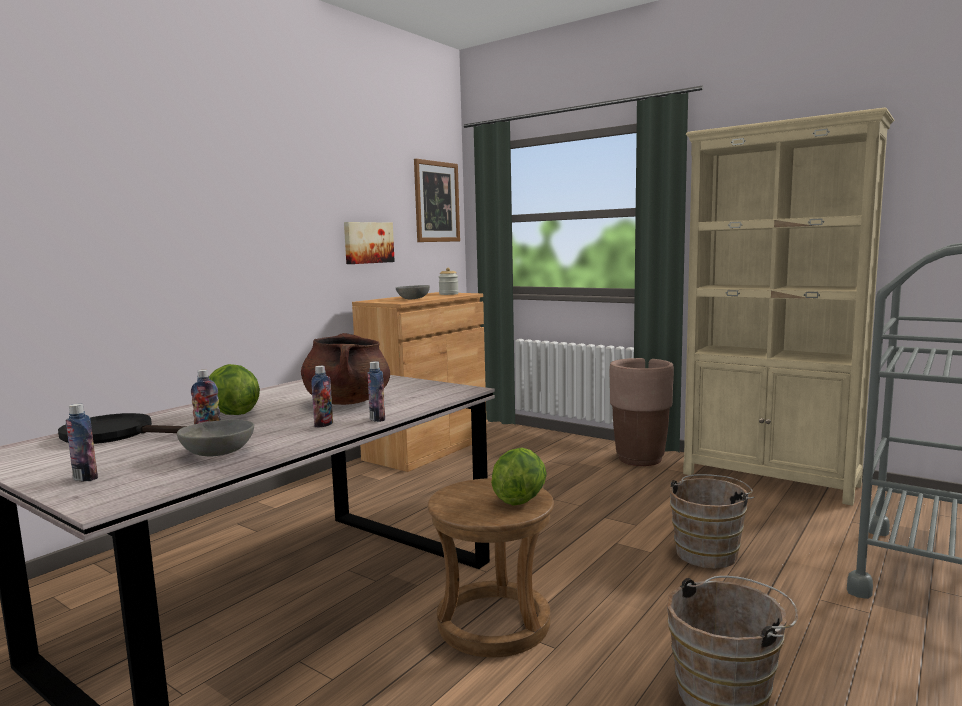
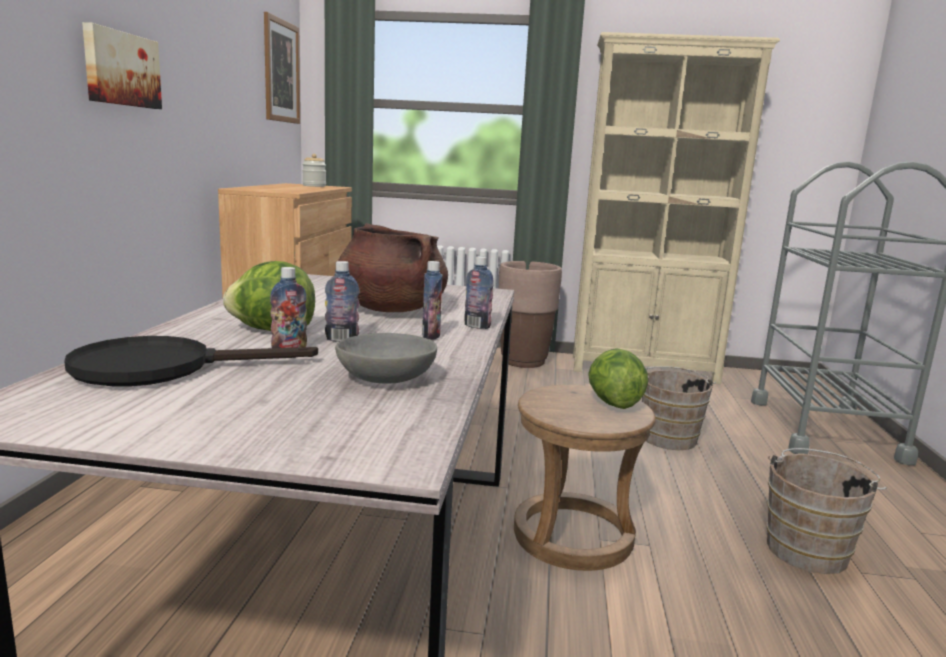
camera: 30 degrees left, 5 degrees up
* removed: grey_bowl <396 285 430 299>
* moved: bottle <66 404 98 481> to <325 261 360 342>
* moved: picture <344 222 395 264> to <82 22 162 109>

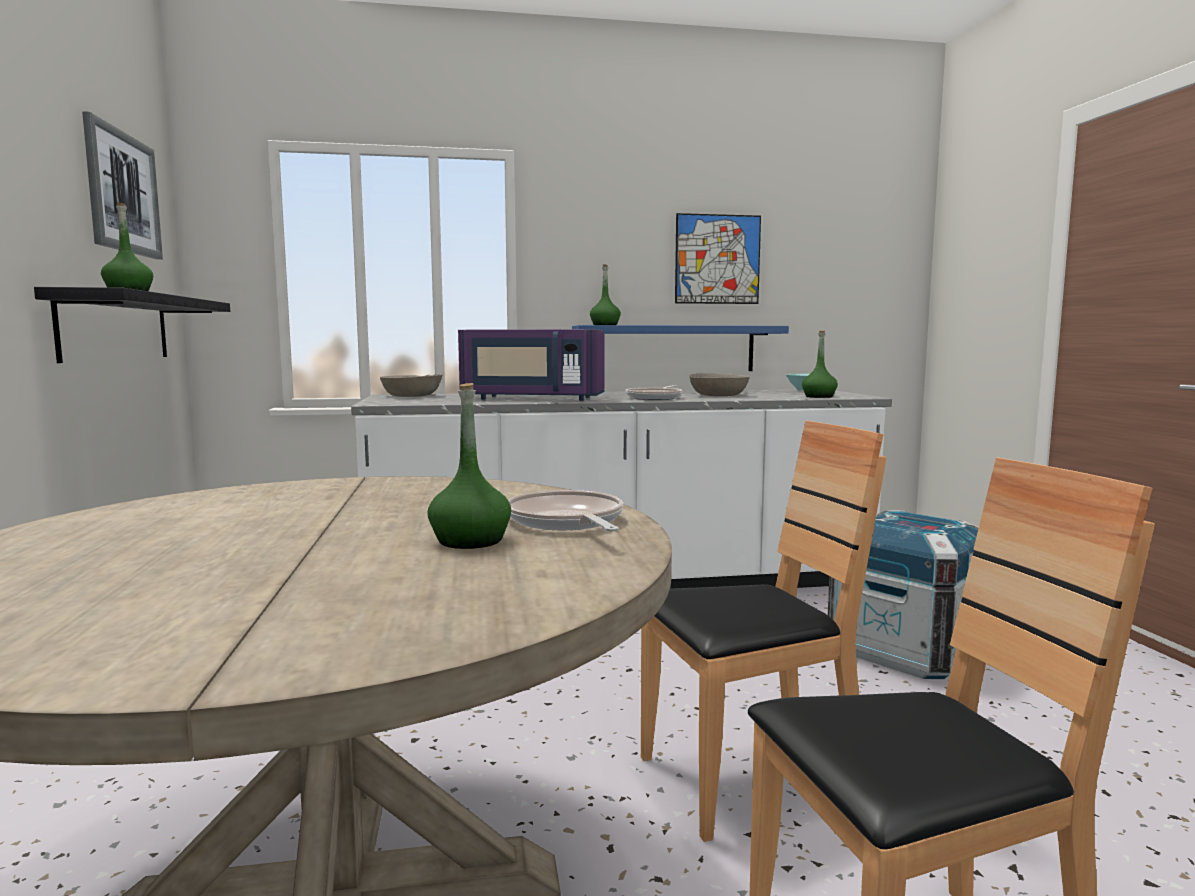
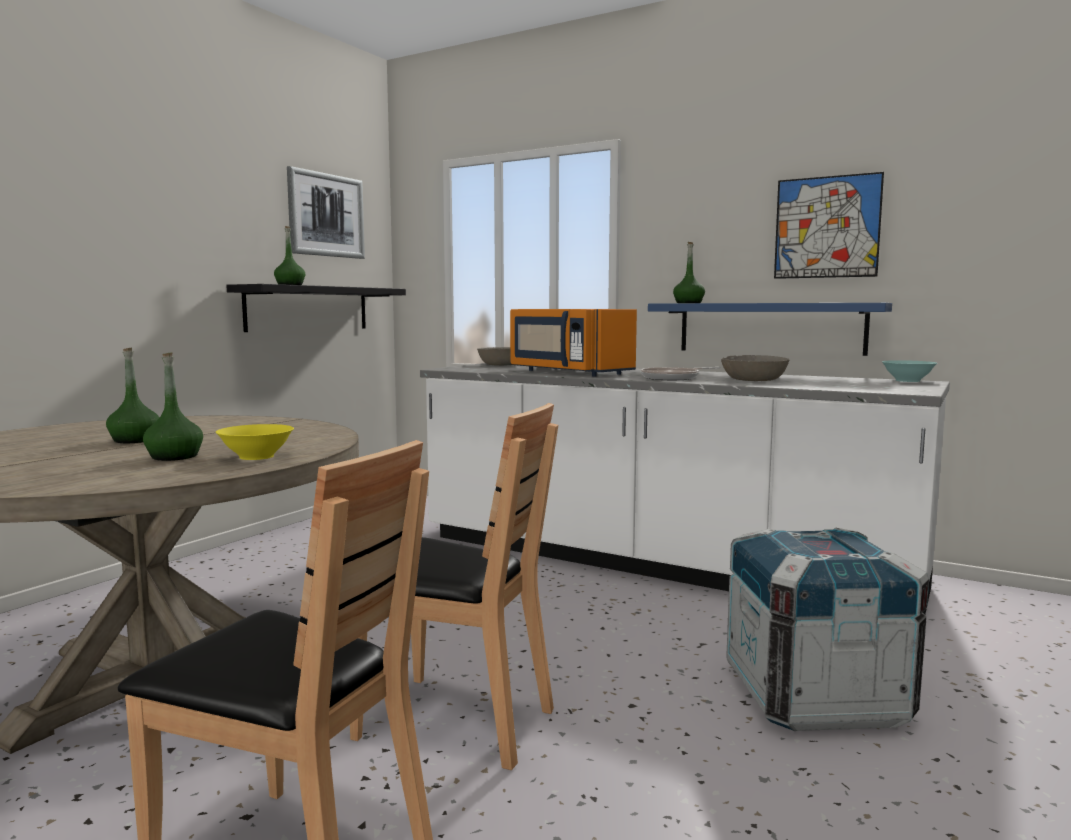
camera: 40 degrees right, 0 degrees up
* moved: green_bottle <802 330 838 398> to <106 348 159 443>
* replaced: frying_pan <508 490 623 532> to yellow_bowl <216 424 294 460>
* recoloured: purple_microwave <458 329 604 401> to orange_microwave <510 309 637 377>

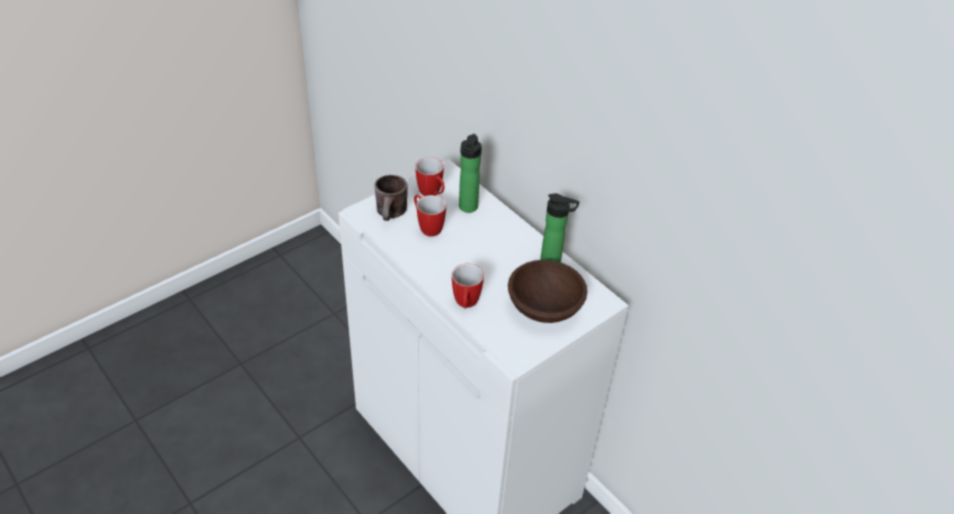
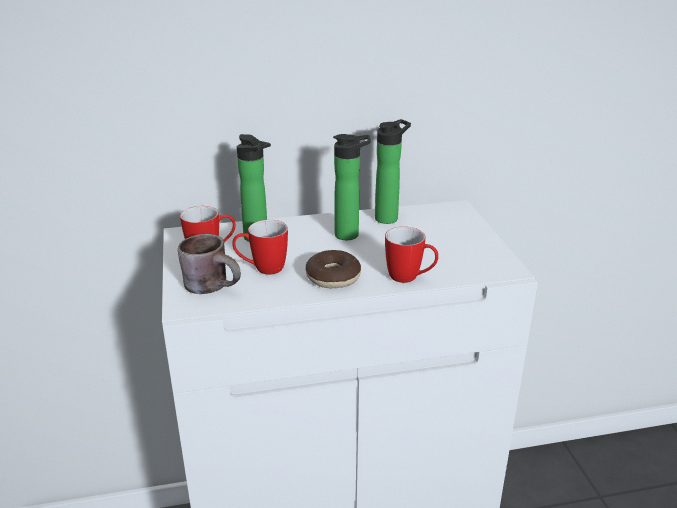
camera: 60 degrees left, 15 degrees down
* removed: brown_bowl <508 260 588 323>
* added: donut <306 250 361 288>
* added: bottle <333 134 371 240>

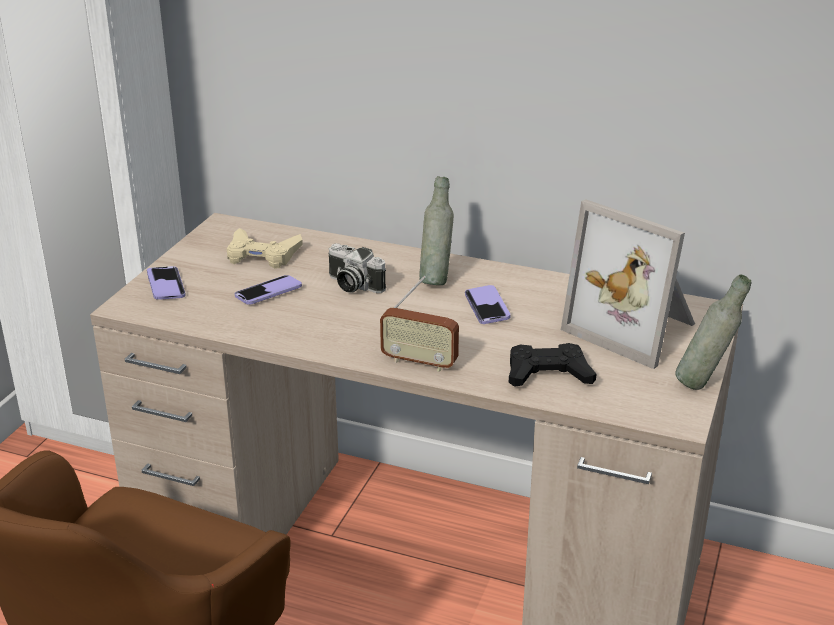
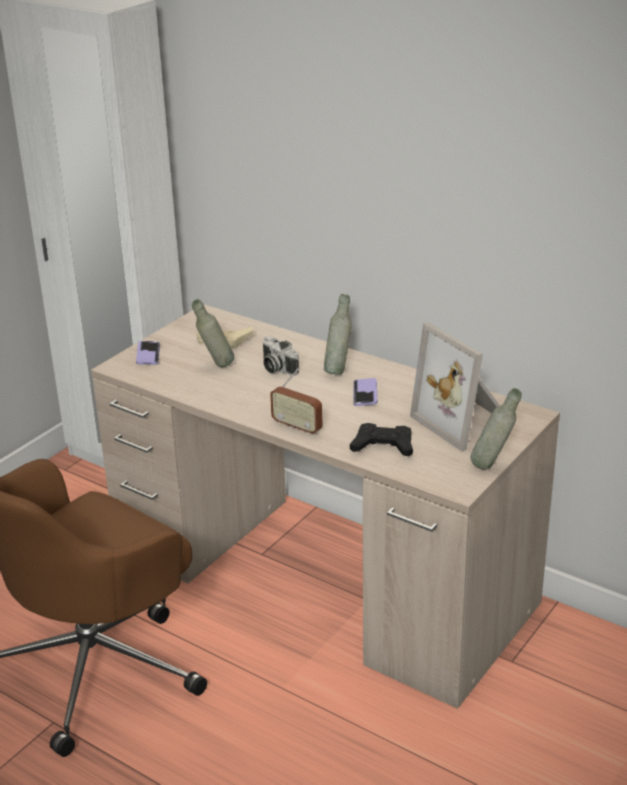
camera: 15 degrees right, 0 degrees up
* replaced: phone <235 275 302 305> to grey_bottle <192 299 234 367>

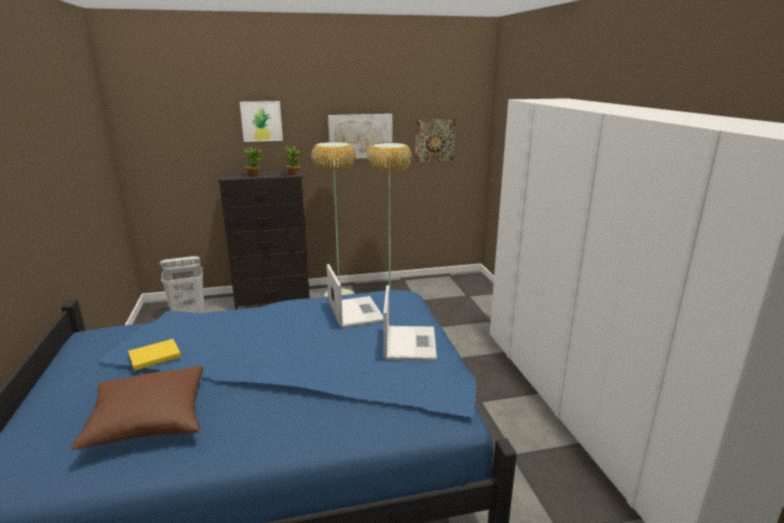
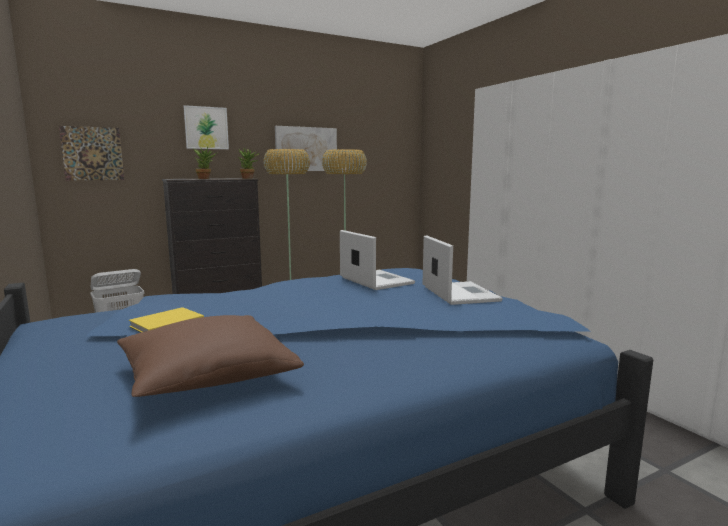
camera: 15 degrees left, 10 degrees down
* moved: picture <415 119 455 162> to <59 126 124 181>

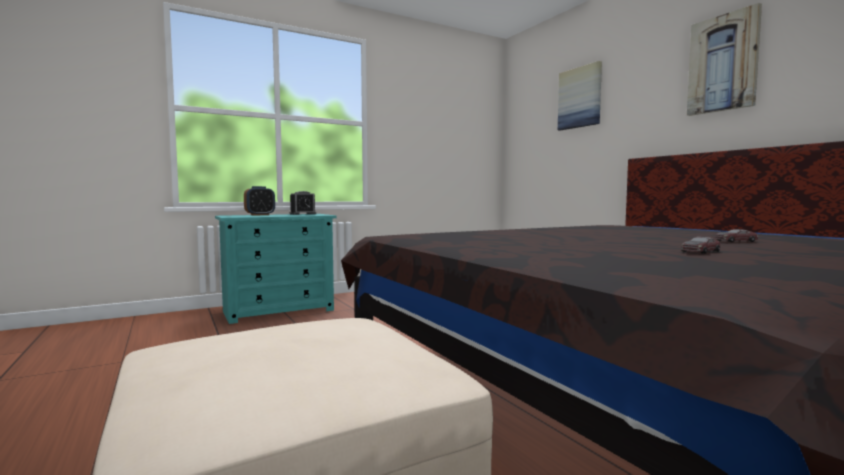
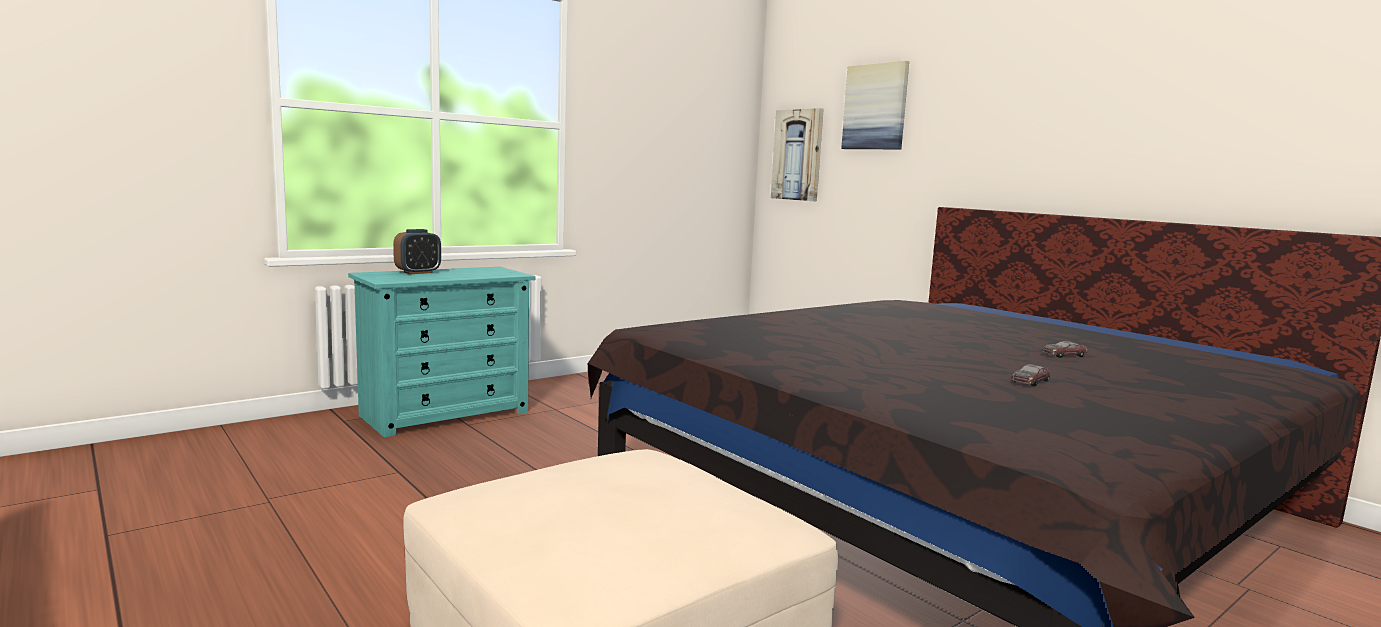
camera: 10 degrees left, 5 degrees up
* removed: alarm_clock <290 191 316 215>
* moved: picture <687 3 762 116> to <771 108 824 201>

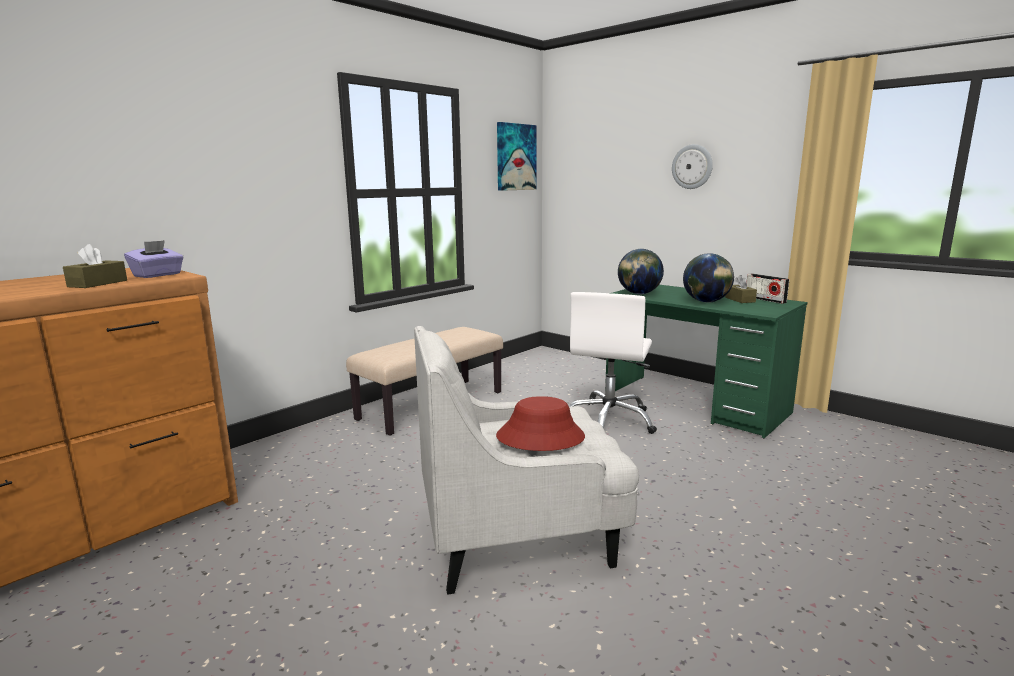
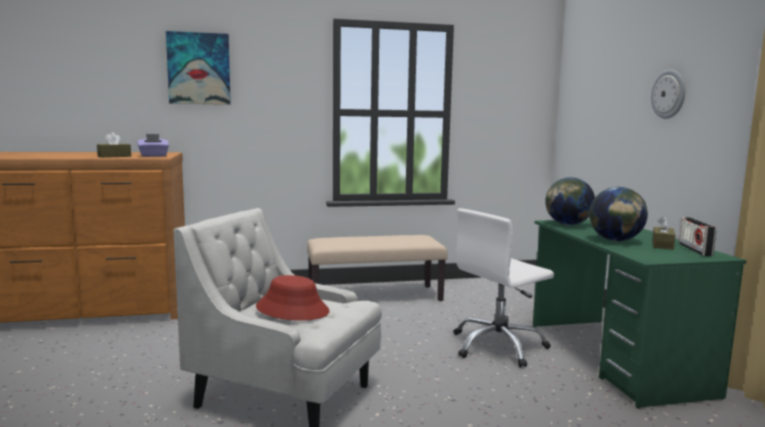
camera: 35 degrees right, 5 degrees down
* moved: picture <497 122 537 191> to <166 31 231 105>

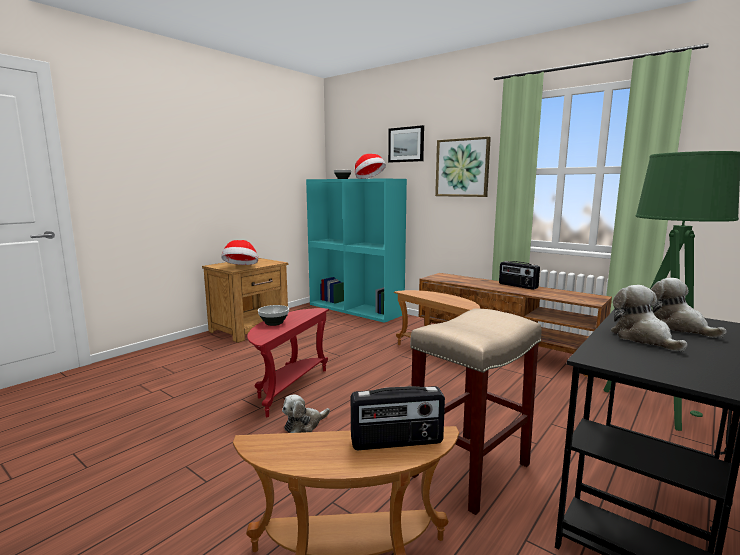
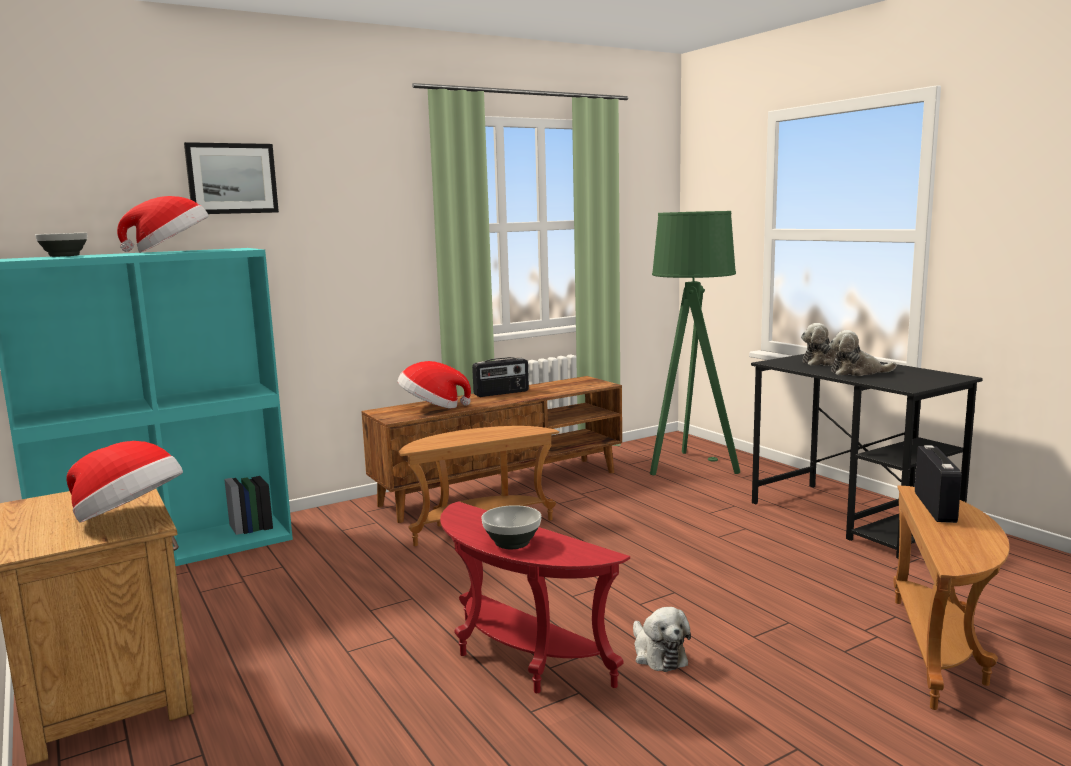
camera: 70 degrees left, 0 degrees up
* removed: beige_stool <410 309 542 515>
* removed: picture <435 137 491 197>
* added: hat <398 361 471 409>

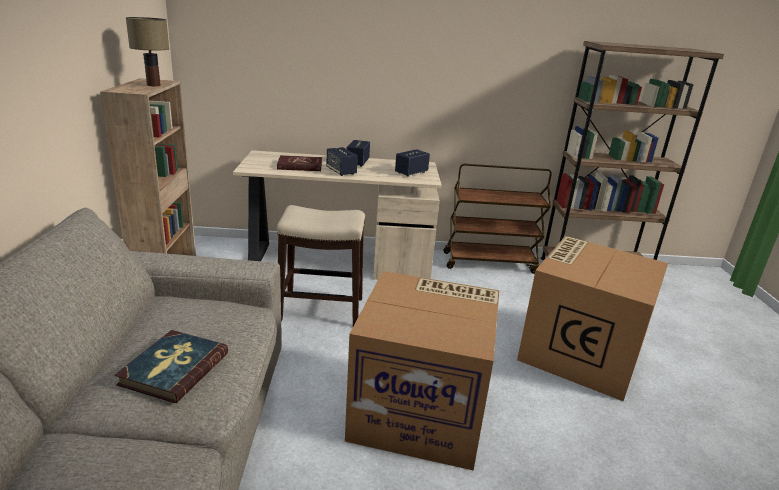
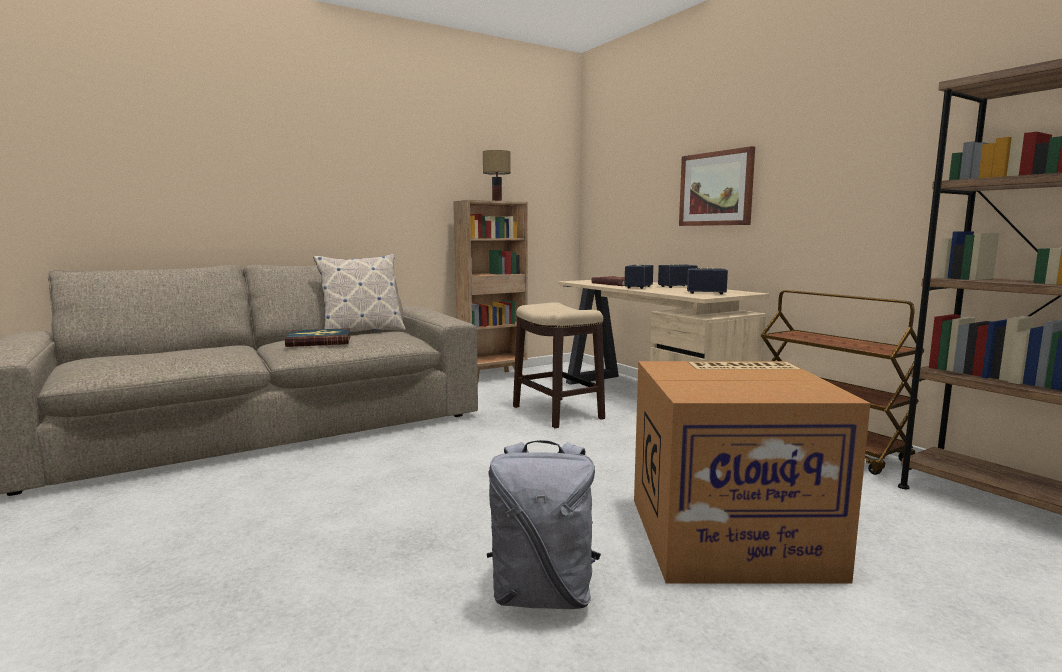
camera: 60 degrees right, 15 degrees down
* removed: cardboard_box <345 271 499 471>
* added: pillow <313 254 406 332>
* added: grey_backpack <487 440 601 609>
* added: picture <679 146 755 226>

